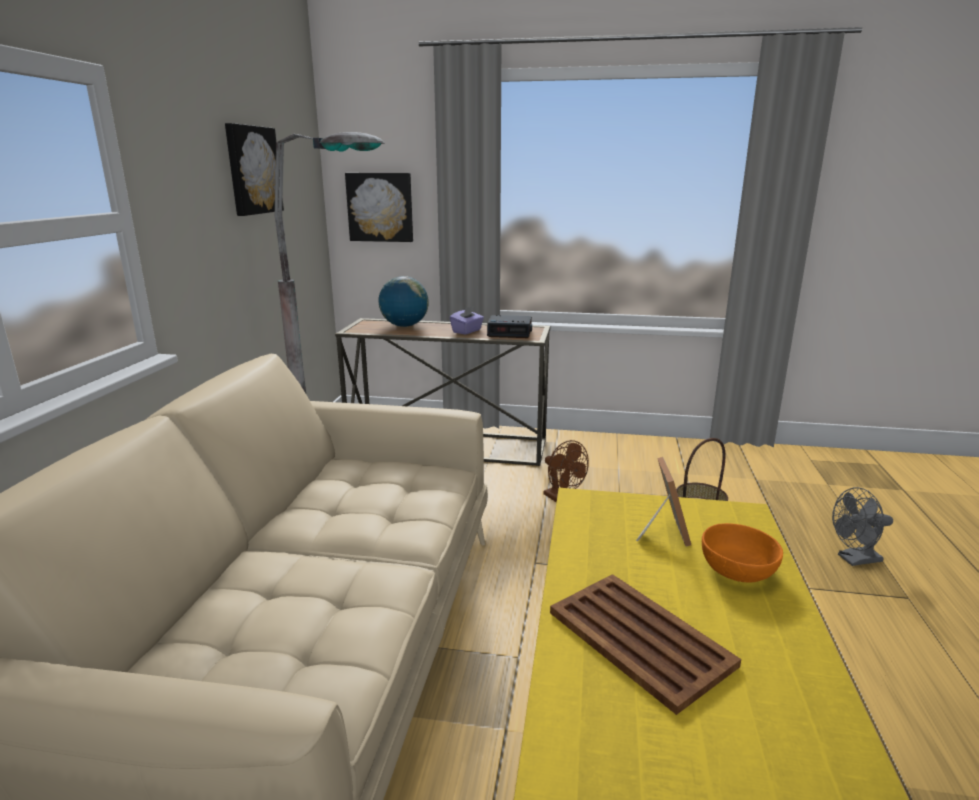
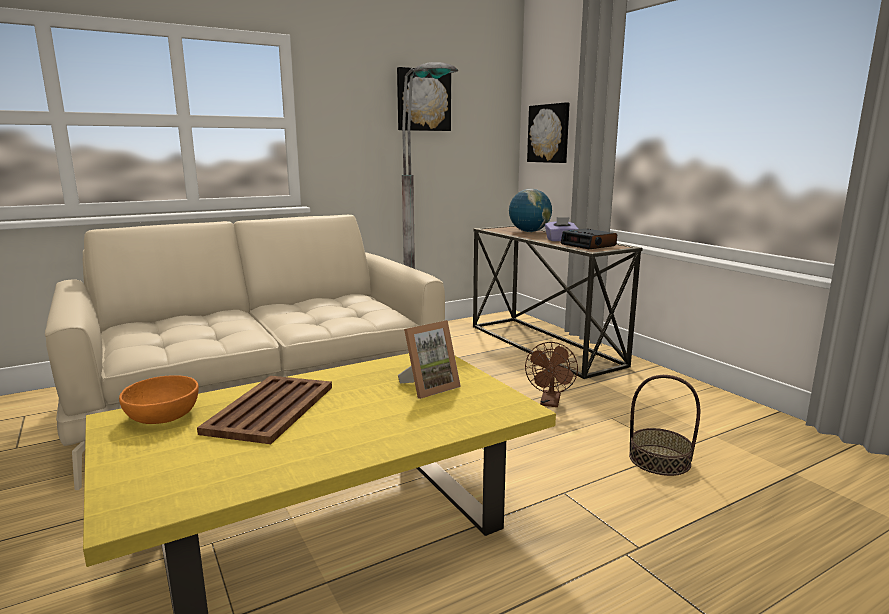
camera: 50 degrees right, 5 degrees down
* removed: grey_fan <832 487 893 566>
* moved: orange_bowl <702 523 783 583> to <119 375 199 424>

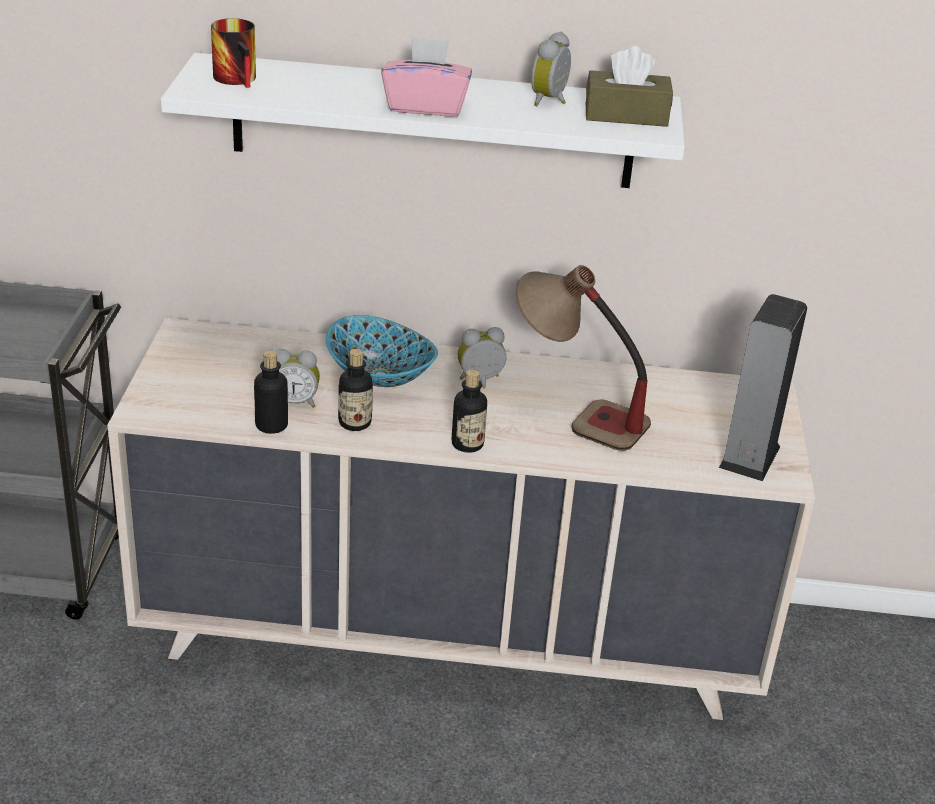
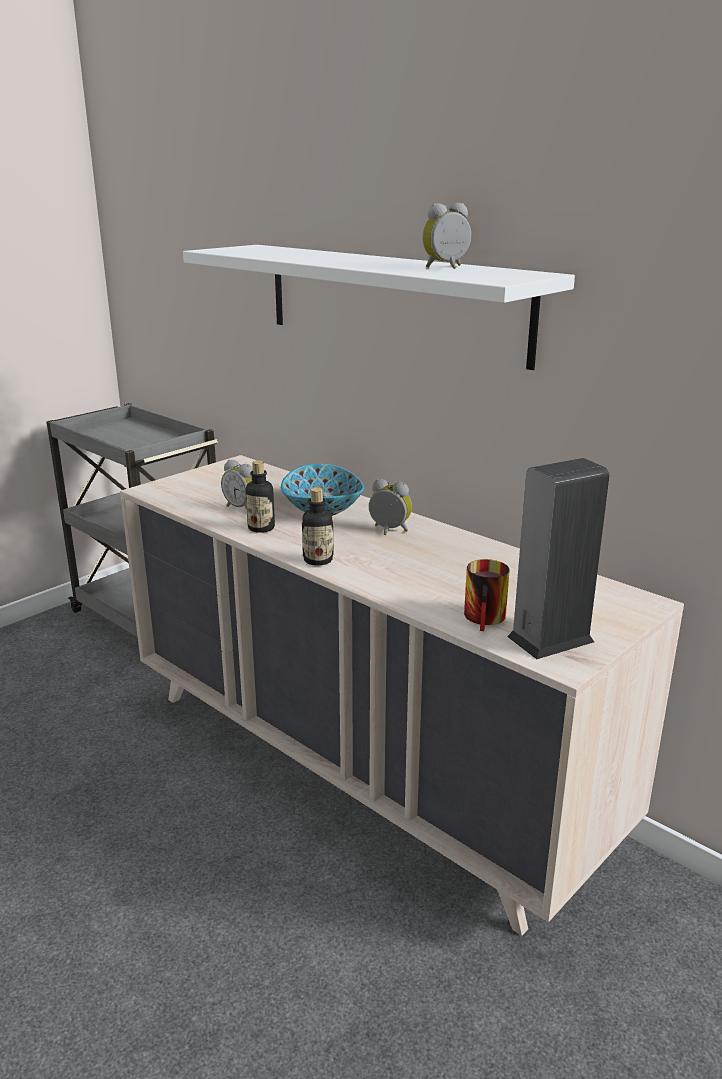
camera: 40 degrees right, 10 degrees down
* removed: bottle <254 351 288 434>
* removed: pink_tissue_box <381 37 472 117>
* removed: table_lamp <516 265 651 451>
* removed: brown_tissue_box <586 46 673 127>
* moved: mug <211 18 256 88> to <464 559 510 631>

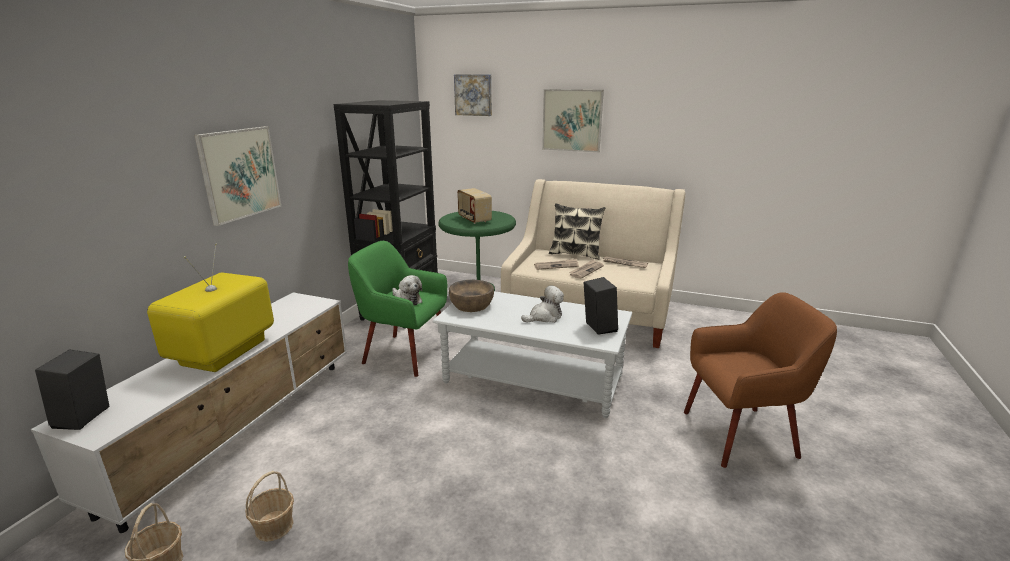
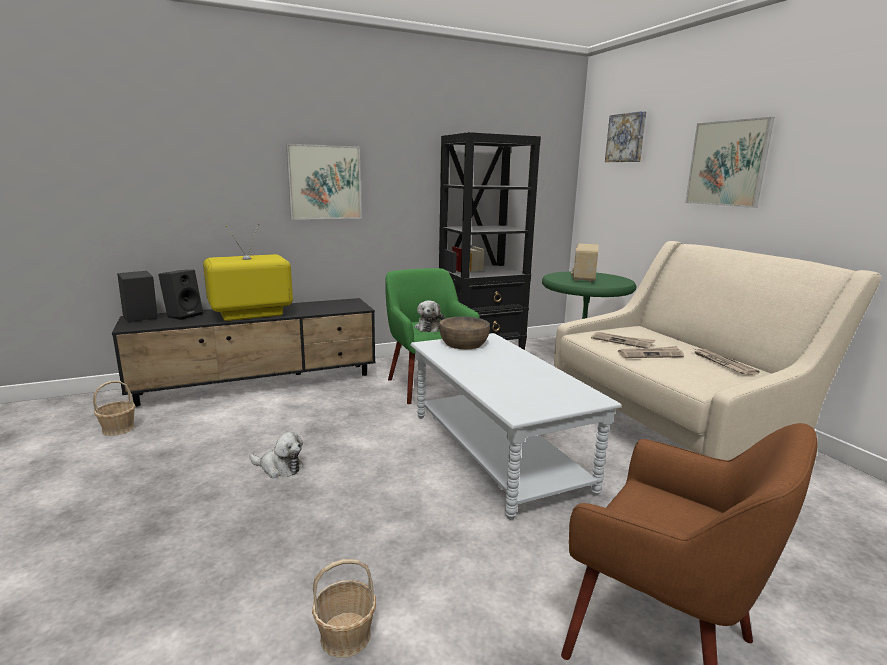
camera: 45 degrees right, 5 degrees down
* removed: pillow <549 203 605 259>
* moved: basket <245 471 294 542> to <312 559 376 658>
* moved: plush_toy <521 286 564 323> to <250 432 303 478>
* moved: black_speaker <584 277 618 335> to <158 270 203 320>
* recoloured: white_tv_stand <31 292 347 533> to black_tv_stand <112 298 376 407>

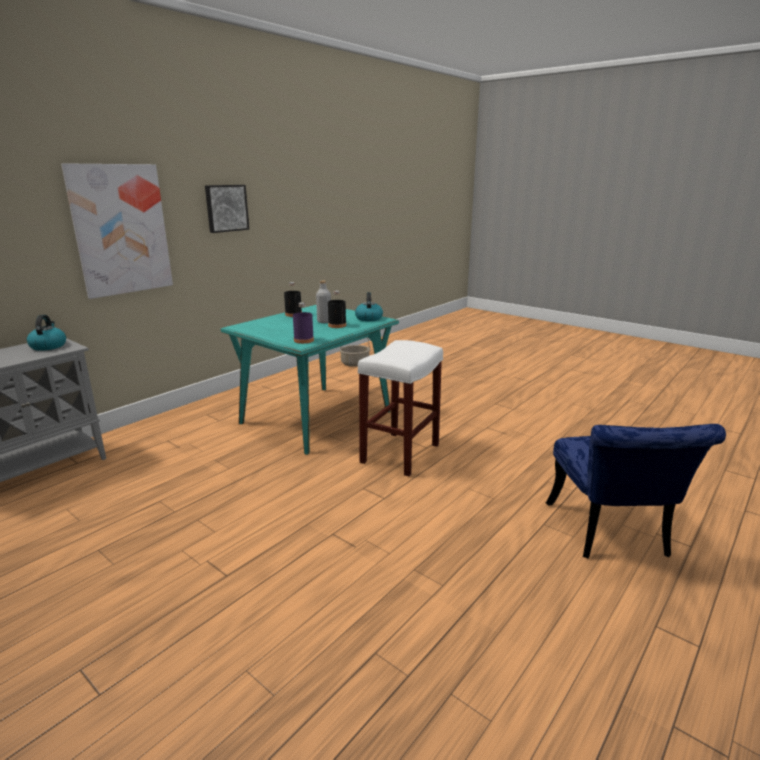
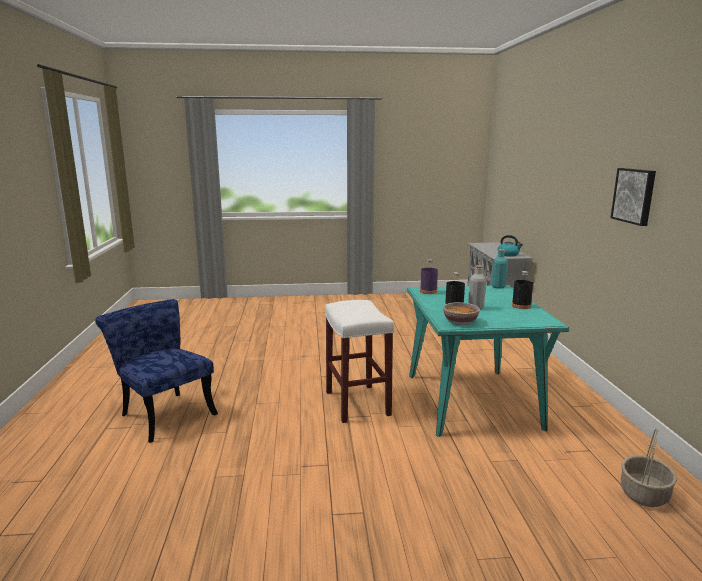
camera: 135 degrees right, 5 degrees down
* removed: picture <61 163 173 299>
* added: turquoise_bottle <491 249 508 289>
* replaced: kettle <355 292 383 322> to bowl <443 302 480 325>

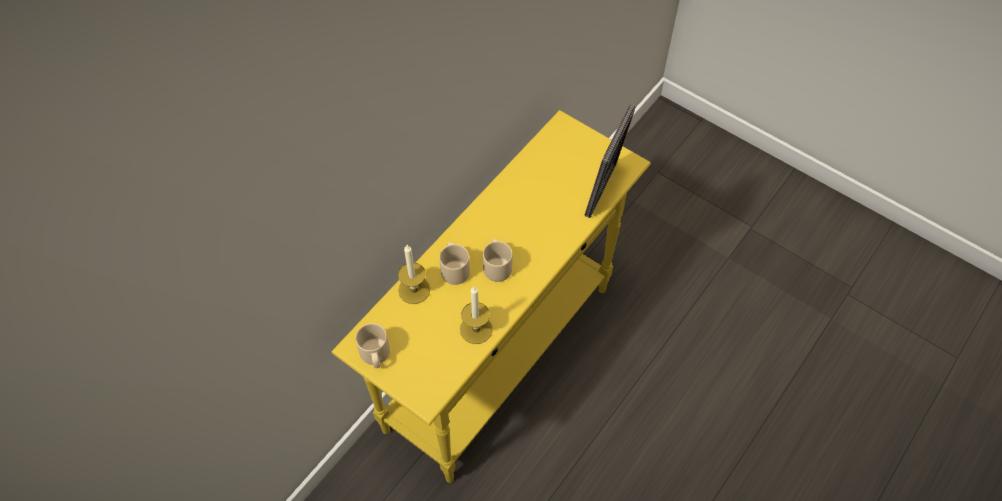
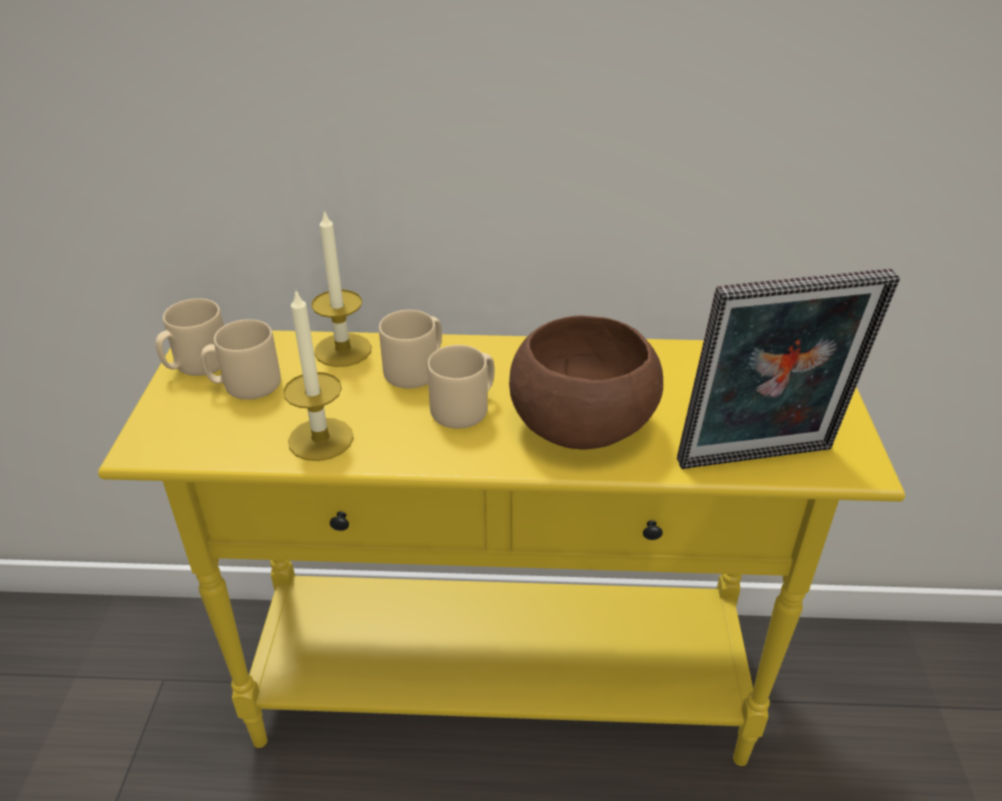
camera: 55 degrees right, 20 degrees down
* added: beige_mug <201 319 281 400>
* added: brown_bowl <509 315 663 449>

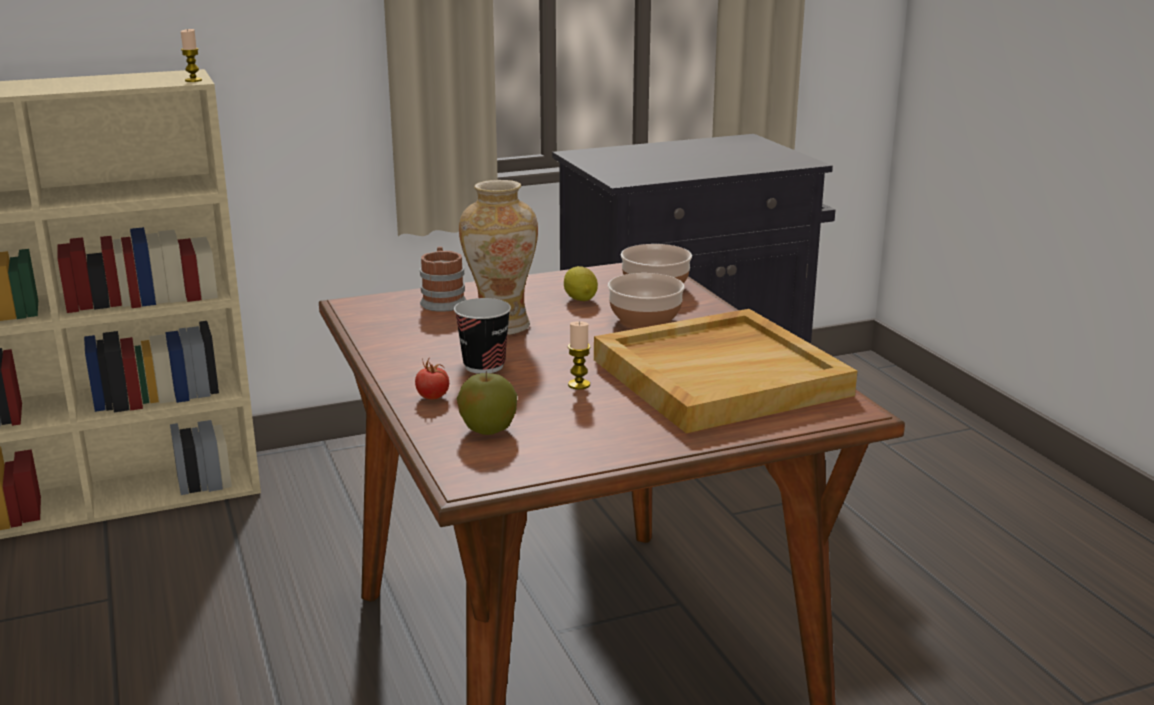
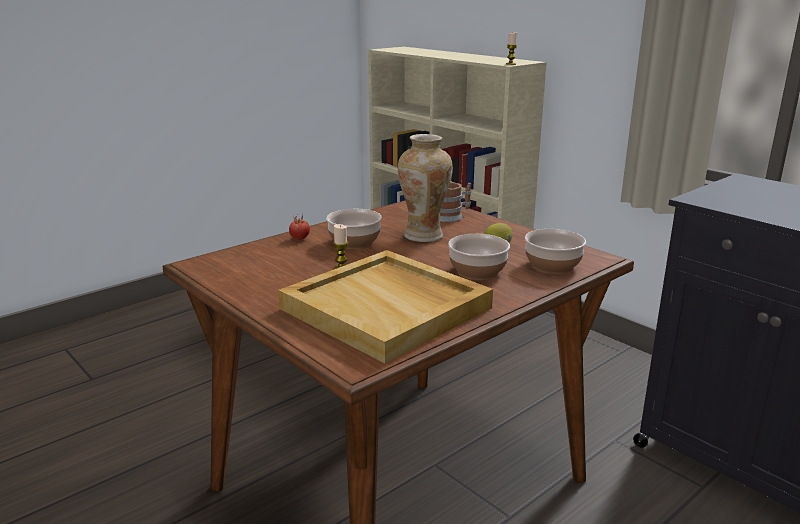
camera: 70 degrees right, 0 degrees up
* removed: apple <457 371 517 435>
* replaced: cup <454 298 511 374> to bowl <326 209 382 249>

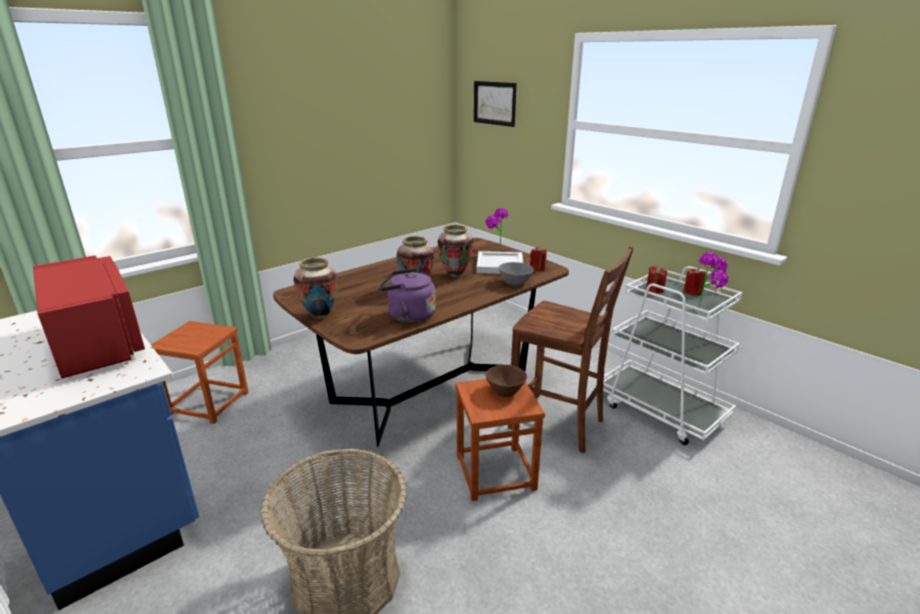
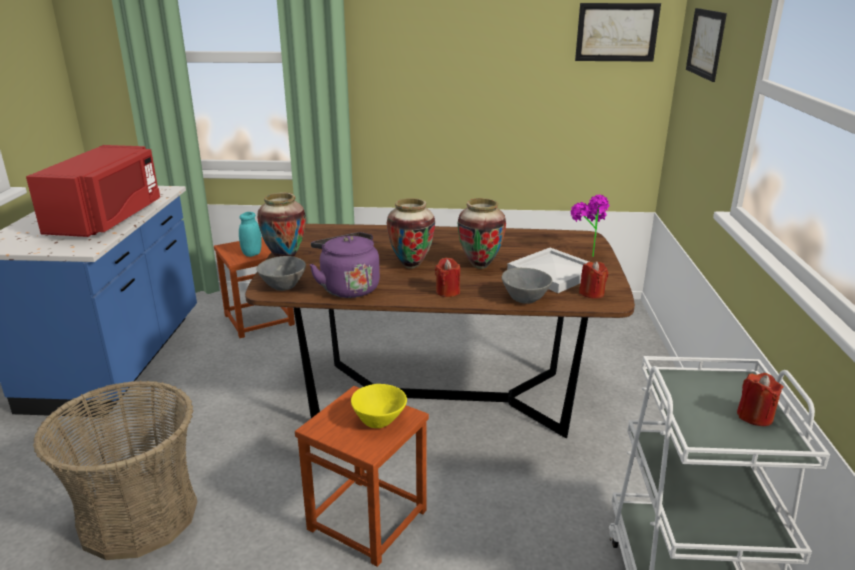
camera: 45 degrees right, 0 degrees up
* removed: brown_chair <508 246 634 453>
* removed: potted_plant <699 252 729 306>
* added: turquoise_jar <239 212 262 257>
* added: grey_bowl <256 256 306 291>
* added: picture <575 3 661 62>
* moved: red_candle <646 265 667 294> to <435 258 460 297>
* recoloured: brown_bowl <485 365 527 397> to yellow_bowl <351 384 407 428>

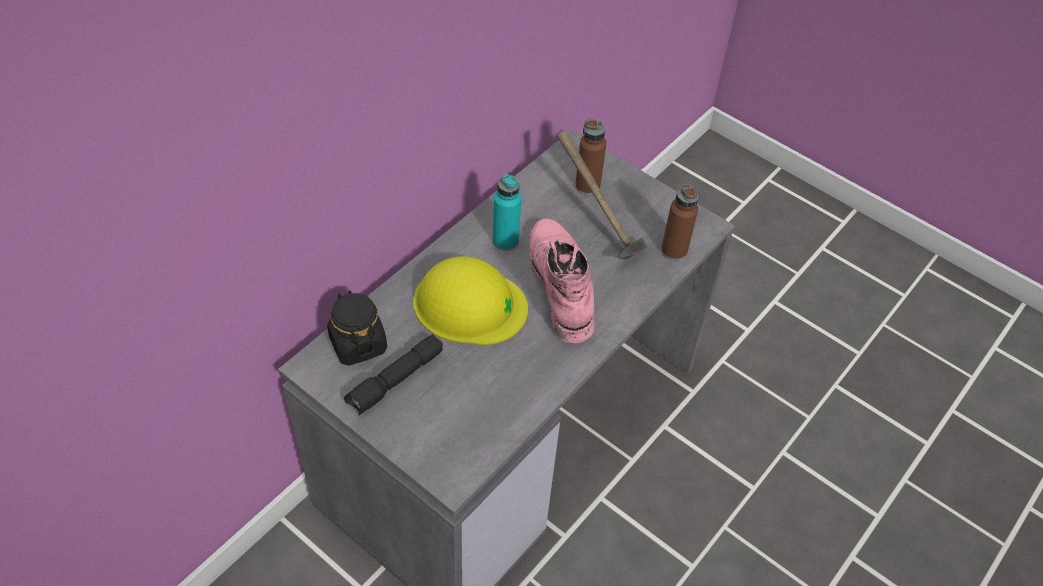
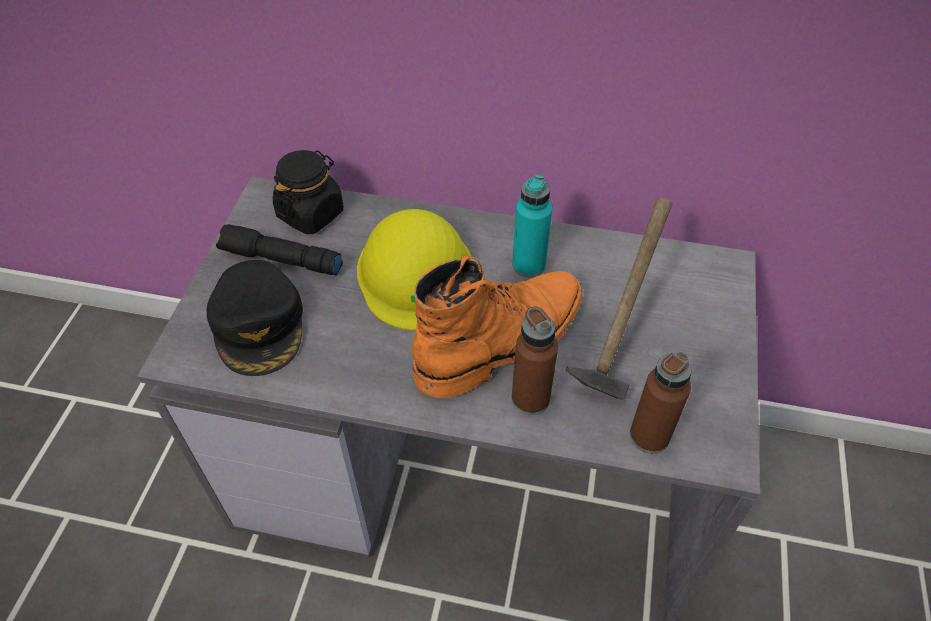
camera: 65 degrees right, 0 degrees up
* added: black_cap <207 260 303 376>
* moved: brown_bottle <575 120 606 195> to <512 307 558 415>
* recoloured: pink_boot <529 219 595 343> to orange_boot <412 256 583 398>

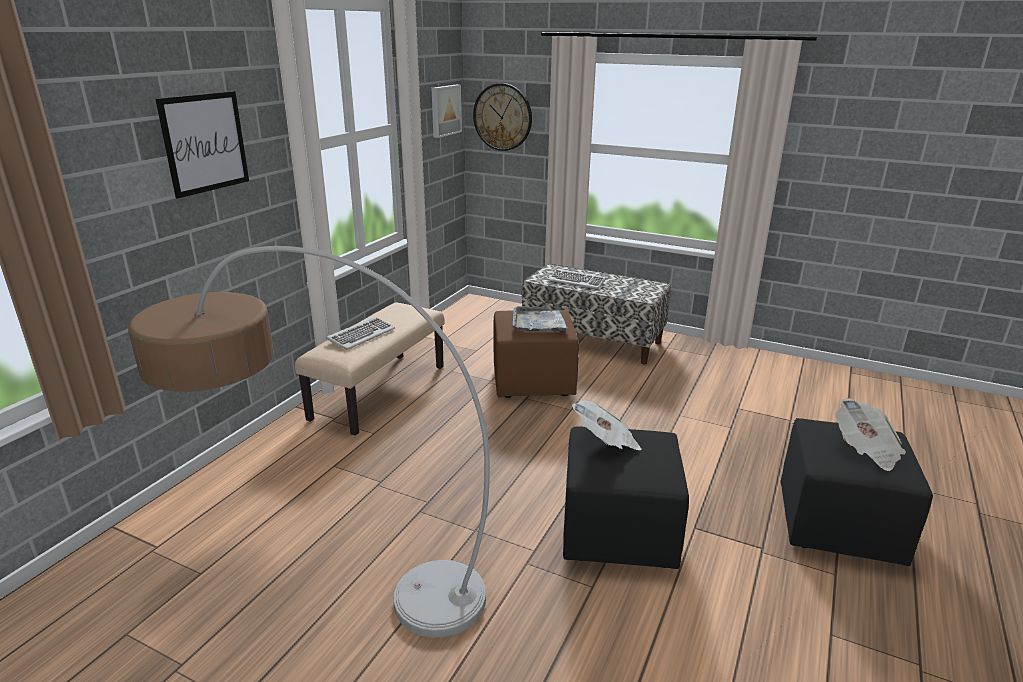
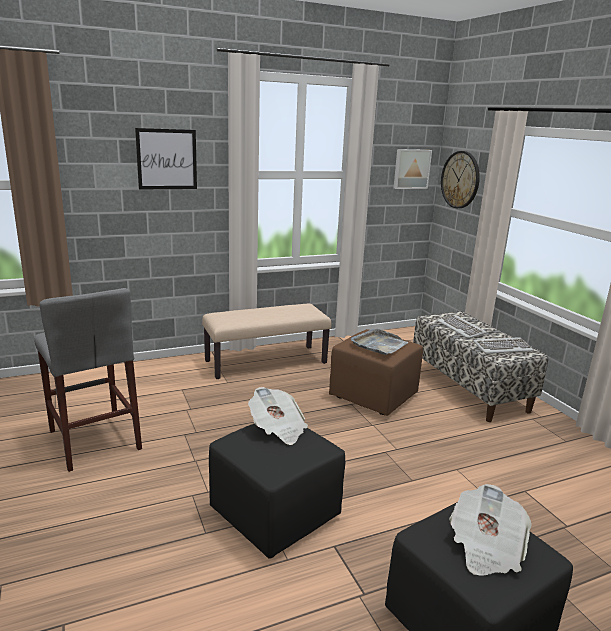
camera: 40 degrees right, 5 degrees down
* moved: keyboard <326 317 395 350> to <473 337 534 354>
* replaced: floor_lamp <128 246 490 638> to grey_stool <34 288 142 472>

